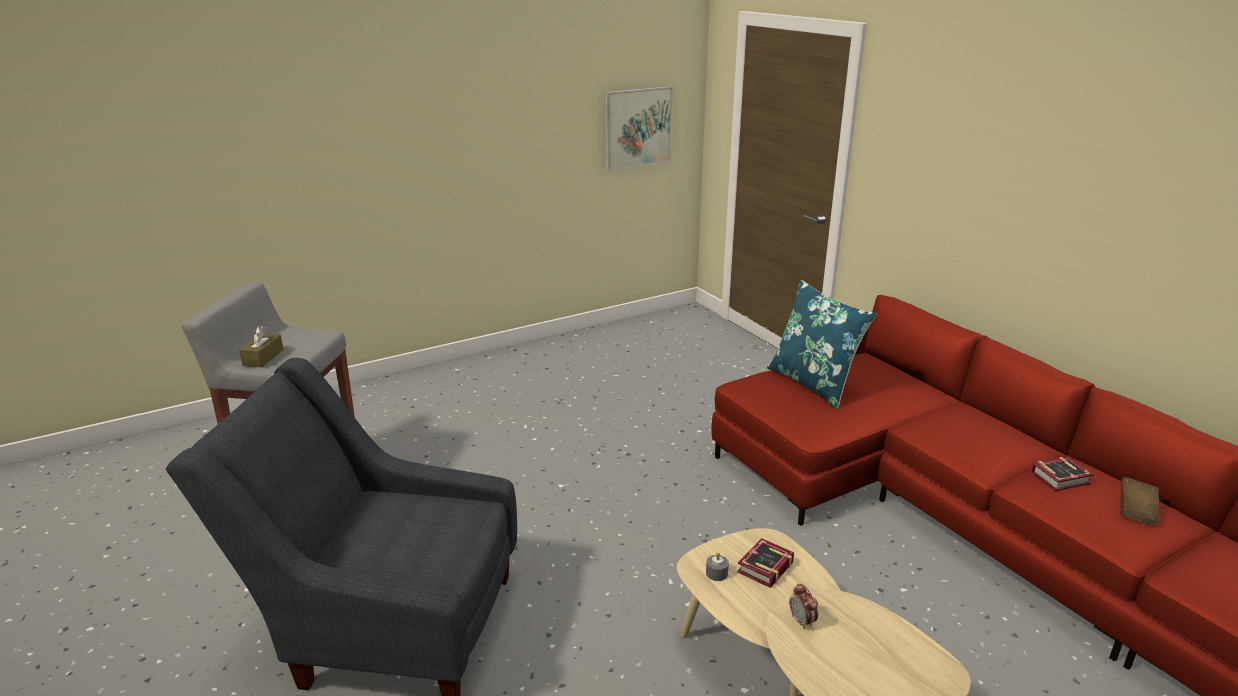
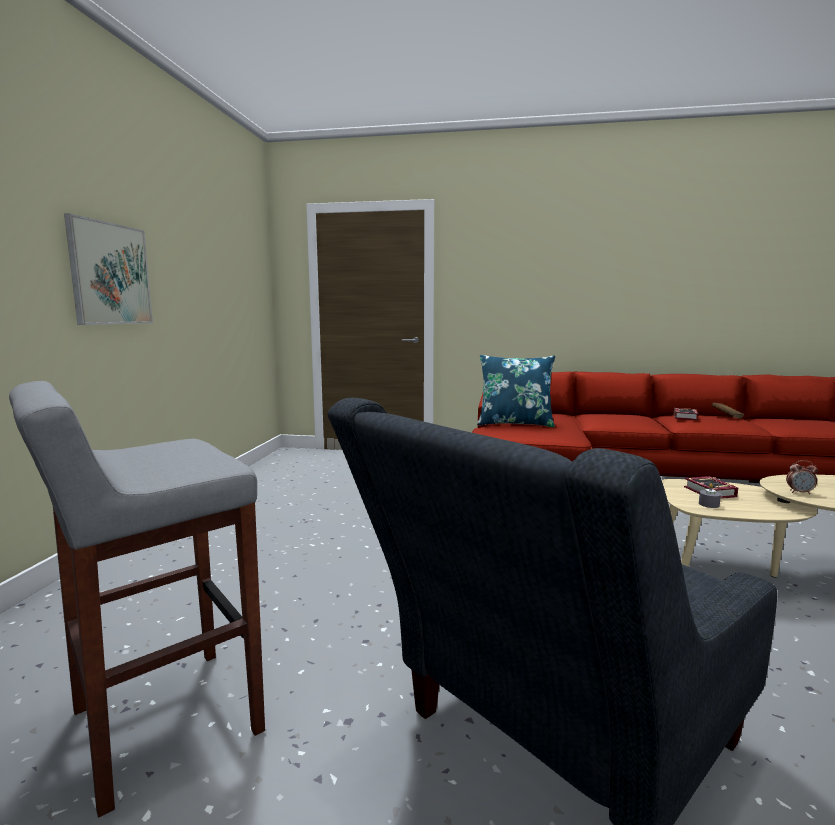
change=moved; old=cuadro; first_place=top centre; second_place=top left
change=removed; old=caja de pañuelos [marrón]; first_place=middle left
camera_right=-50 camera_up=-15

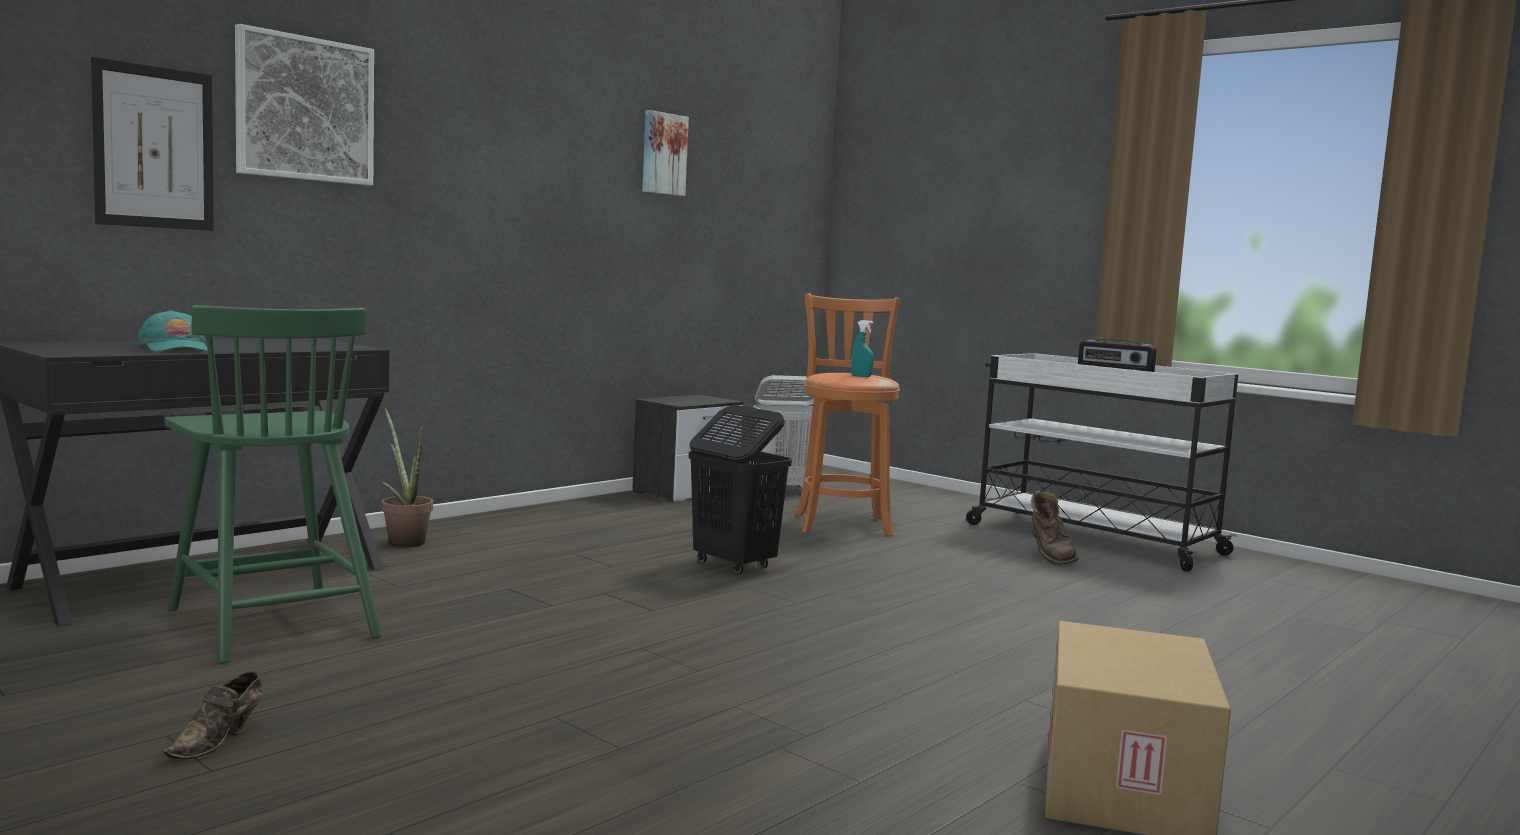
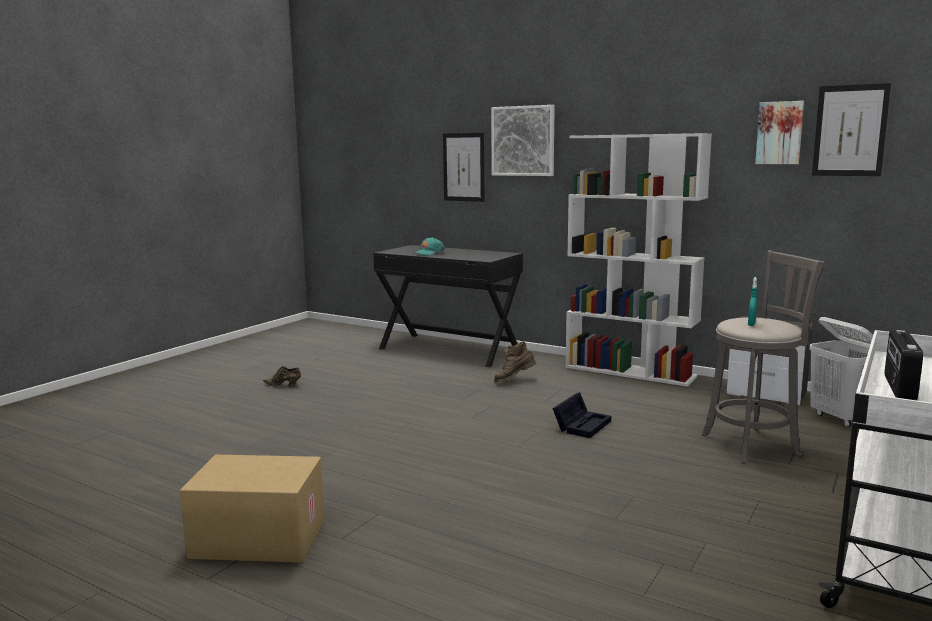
change=moved; old=bota [marrón]; first_place=middle right; second_place=centre
change=replaced; old=cesto de la ropa [negro]; new=caja de almacenaje [negro]; first_place=centre; second_place=bottom centre
change=added; new=estantería [blanco]; second_place=middle right
change=recoloured; old=taburete [naranja]; new=taburete [gris]; first_place=centre; second_place=middle right
change=added; new=cuadro (4th from left); second_place=top right
change=removed; old=silla [verde]; first_place=middle left
change=removed; old=planta en maceta; first_place=middle left
camera_right=80 camera_up=5

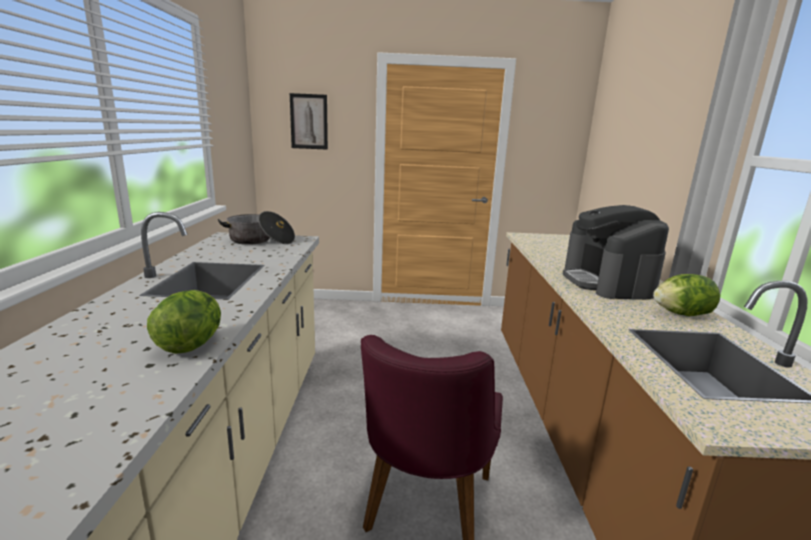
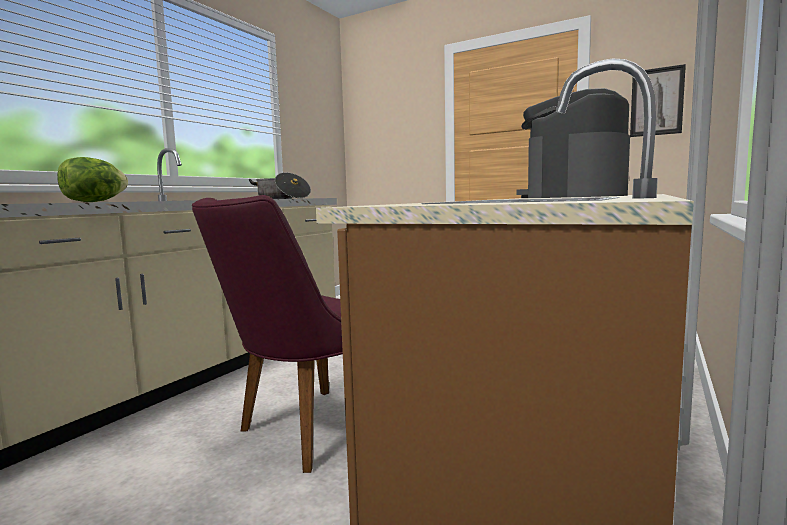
change=moved; old=cuadro; first_place=top centre; second_place=top right
change=removed; old=lechuga (2nd from left); first_place=middle right
camera_right=30 camera_up=-10

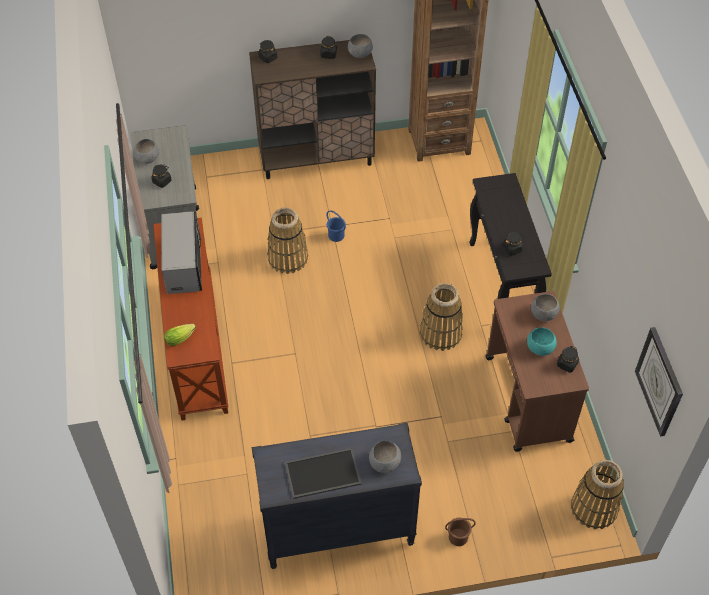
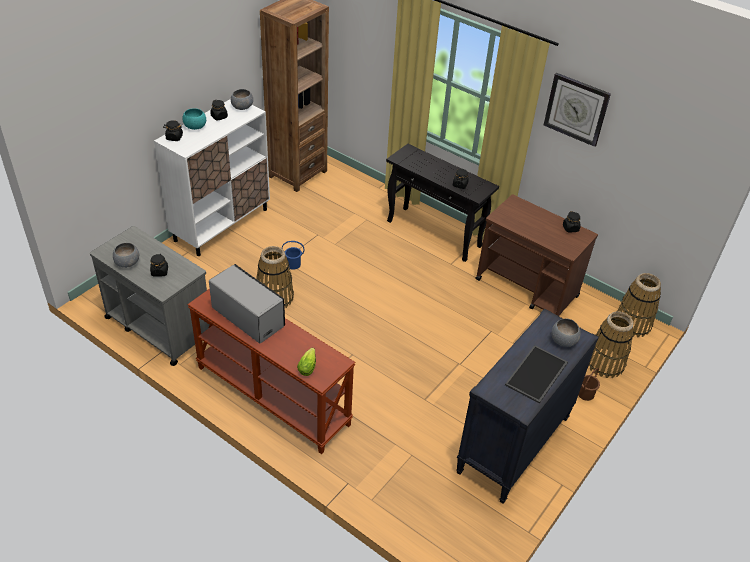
change=recoloured; old=armario [marrón]; new=armario [blanco]; first_place=top centre; second_place=top left
change=moved; old=cuenco [turquesa]; first_place=middle right; second_place=top left
change=moved; old=reloj de pared; first_place=middle right; second_place=top right
change=moved; old=cesta (2nd from left); first_place=centre; second_place=middle right
change=removed; old=cuenco [gris] (4th from left); first_place=middle right
camera_right=-45 camera_up=-10

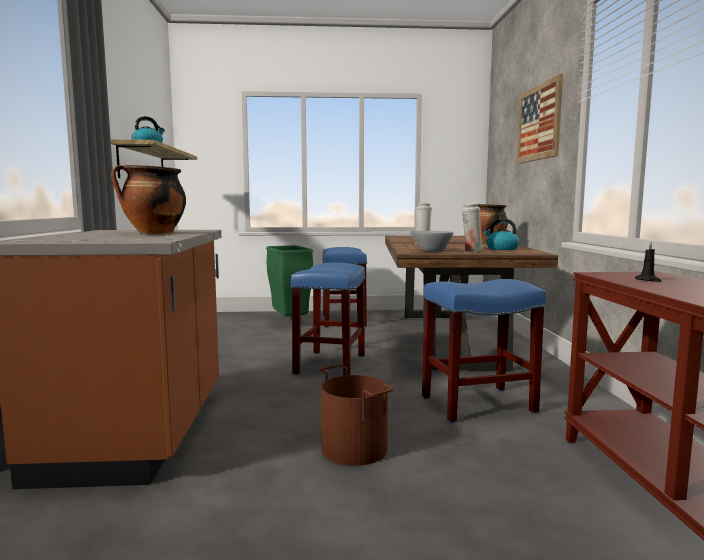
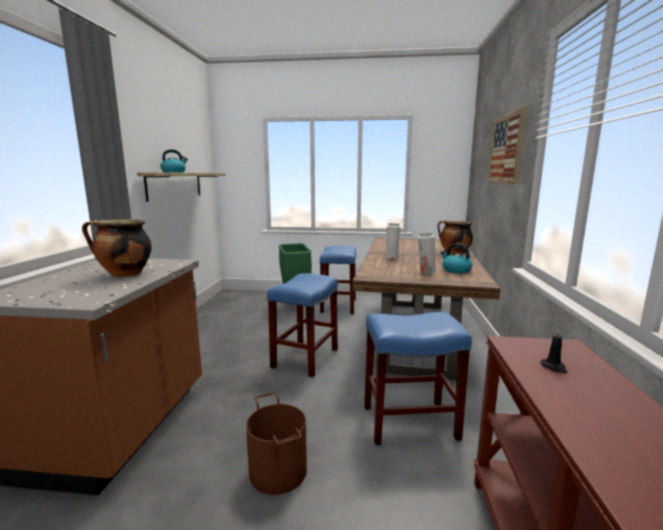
change=removed; old=cuenco [gris]; first_place=centre
camera_right=10 camera_up=5

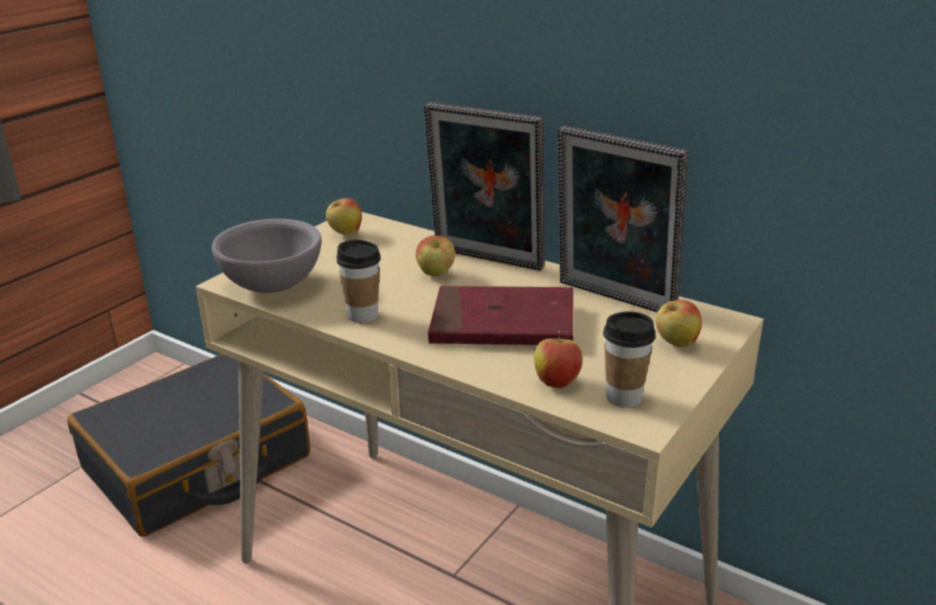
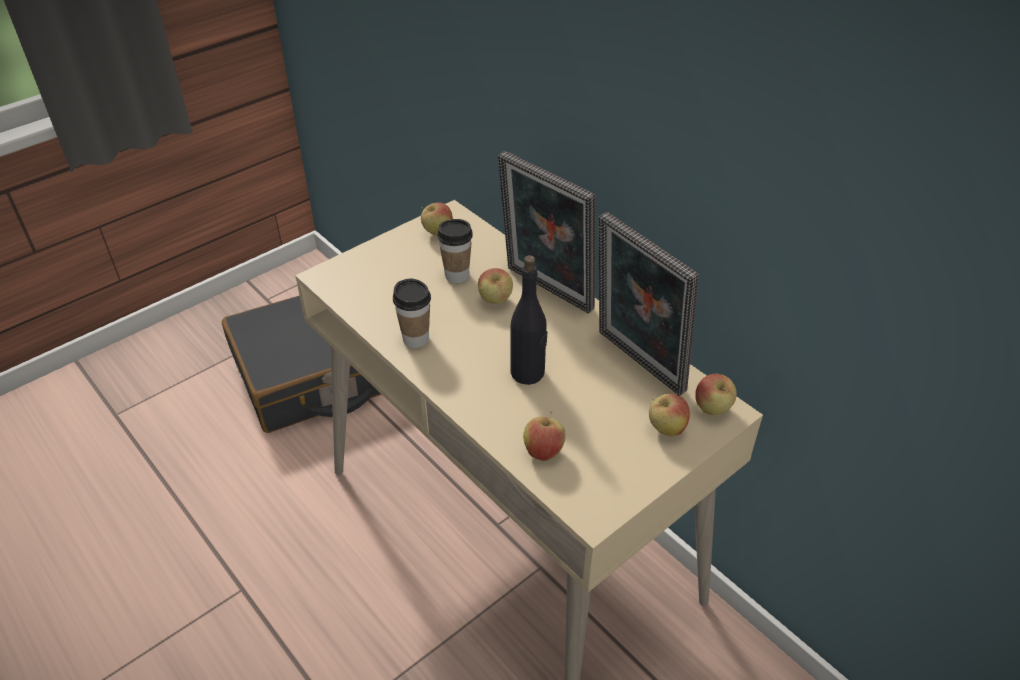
change=moved; old=taza (2nd from left); first_place=middle right; second_place=centre
change=replaced; old=libro [rojo]; new=botella [negro]; first_place=centre; second_place=centre
change=added; new=manzana (5th from left); second_place=middle right
change=removed; old=cuenco [gris]; first_place=middle left
camera_right=15 camera_up=15

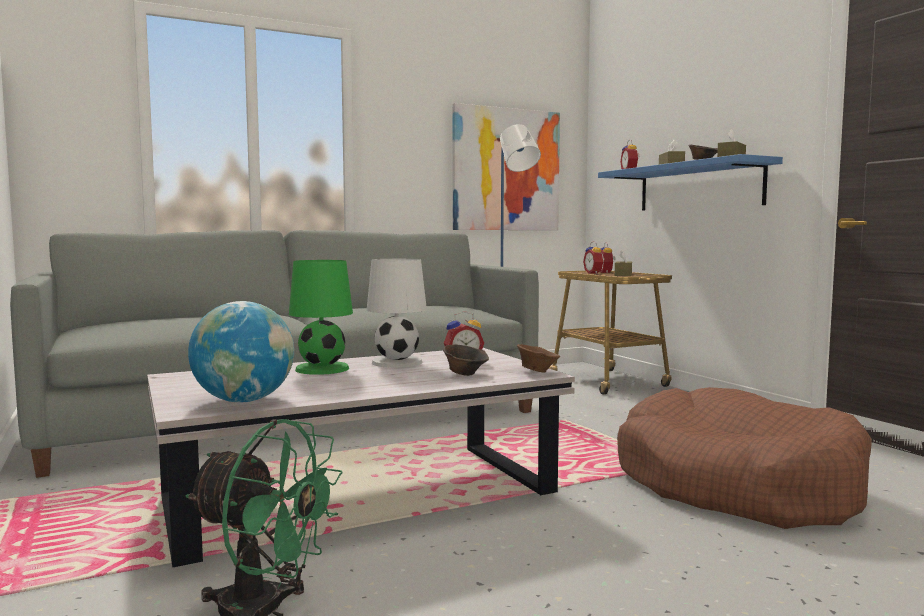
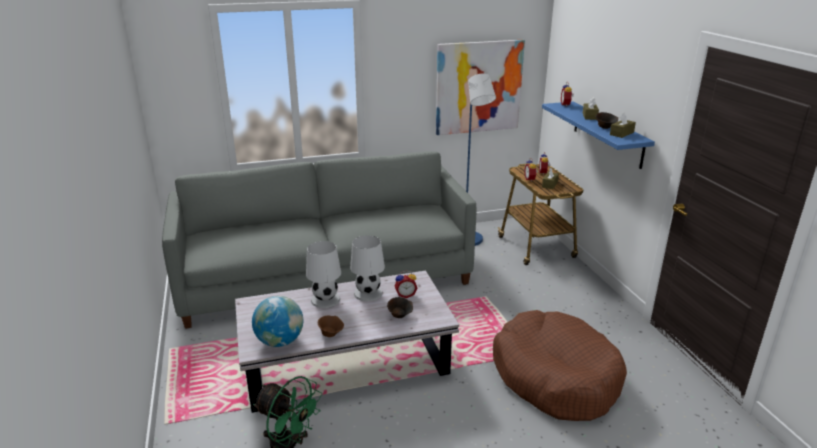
change=recoloured; old=lámpara de mesa [verde]; new=lámpara de mesa [blanco] (1st from left); first_place=centre; second_place=centre
change=moved; old=cuenco [marrón] (2nd from left in the first image); new=cuenco [marrón] (1st from left); first_place=centre; second_place=bottom centre
camera_right=10 camera_up=20

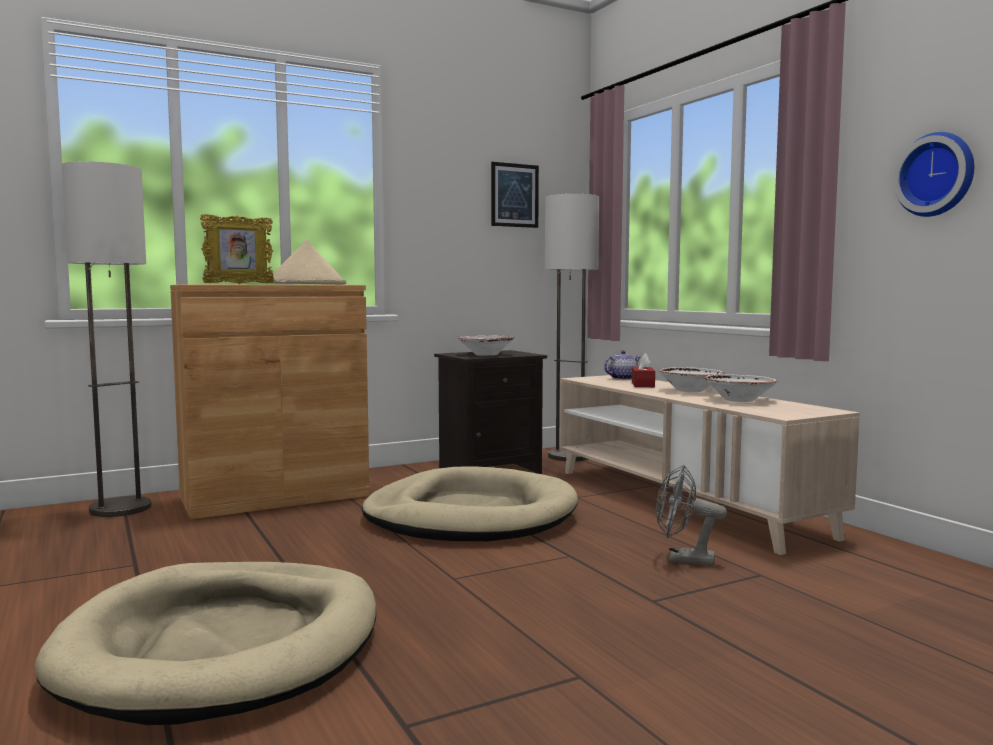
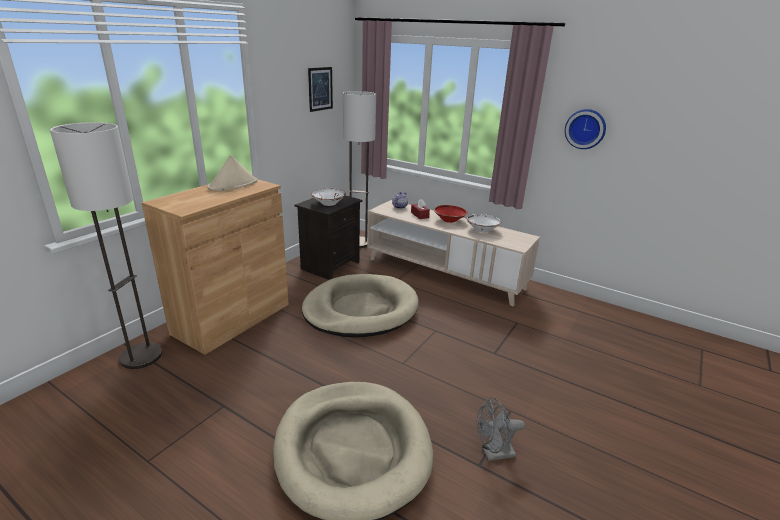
change=recoloured; old=cuenco [blanco] (2nd from left); new=cuenco [rojo]; first_place=middle right; second_place=centre
change=moved; old=ventilador [gris]; first_place=bottom right; second_place=bottom centre
change=removed; old=portarretratos; first_place=middle left
camera_right=-30 camera_up=20

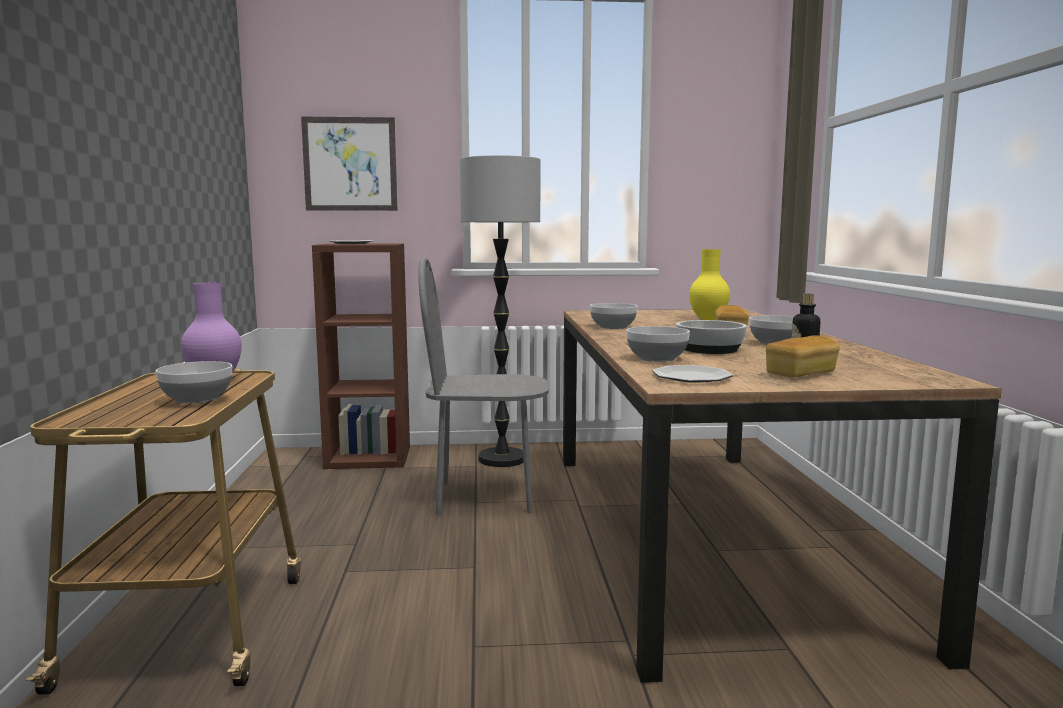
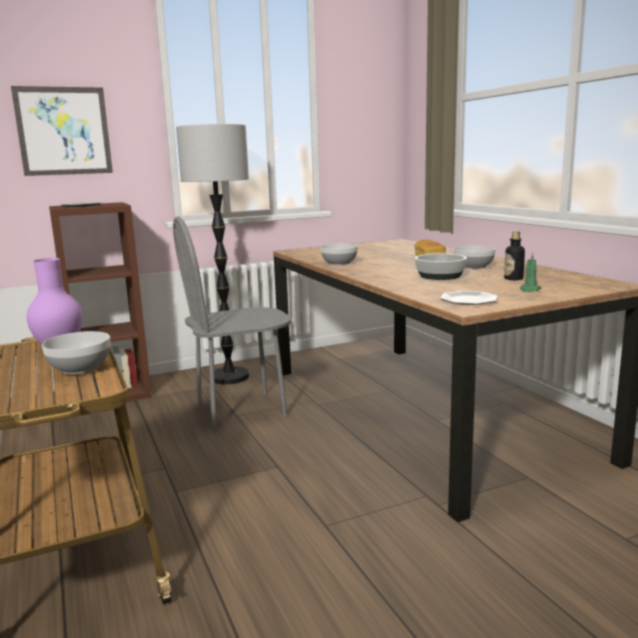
change=replaced; old=pan (2nd from left); new=vela [verde]; first_place=middle right; second_place=middle right
change=removed; old=cuenco (3rd from left); first_place=centre
change=removed; old=florero [amarillo]; first_place=middle right
camera_right=-20 camera_up=5

